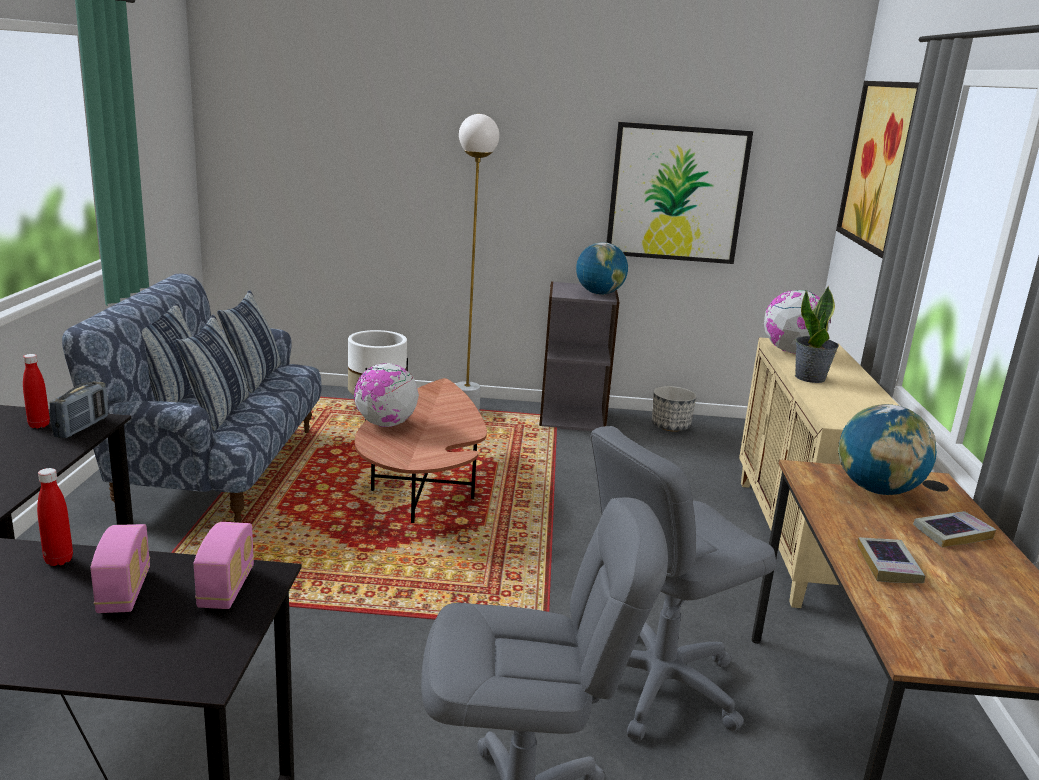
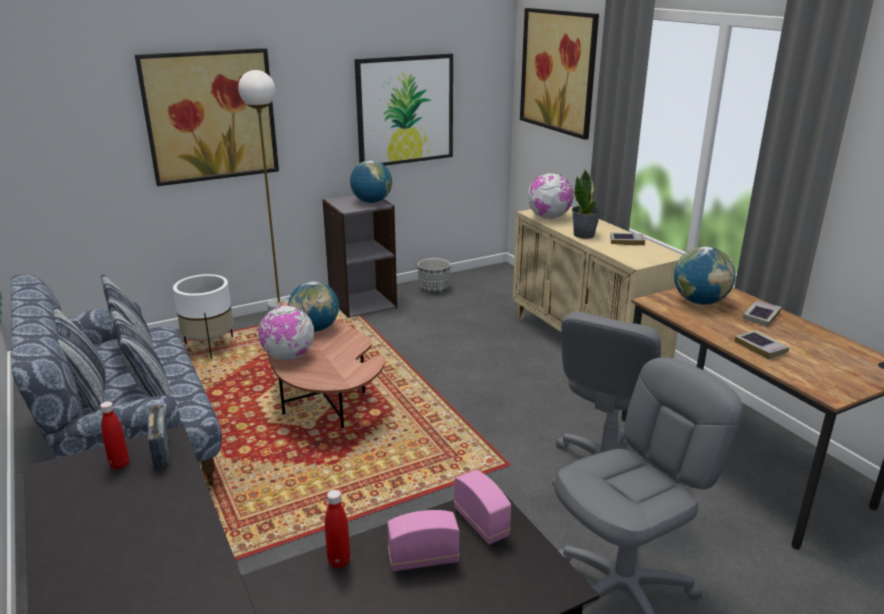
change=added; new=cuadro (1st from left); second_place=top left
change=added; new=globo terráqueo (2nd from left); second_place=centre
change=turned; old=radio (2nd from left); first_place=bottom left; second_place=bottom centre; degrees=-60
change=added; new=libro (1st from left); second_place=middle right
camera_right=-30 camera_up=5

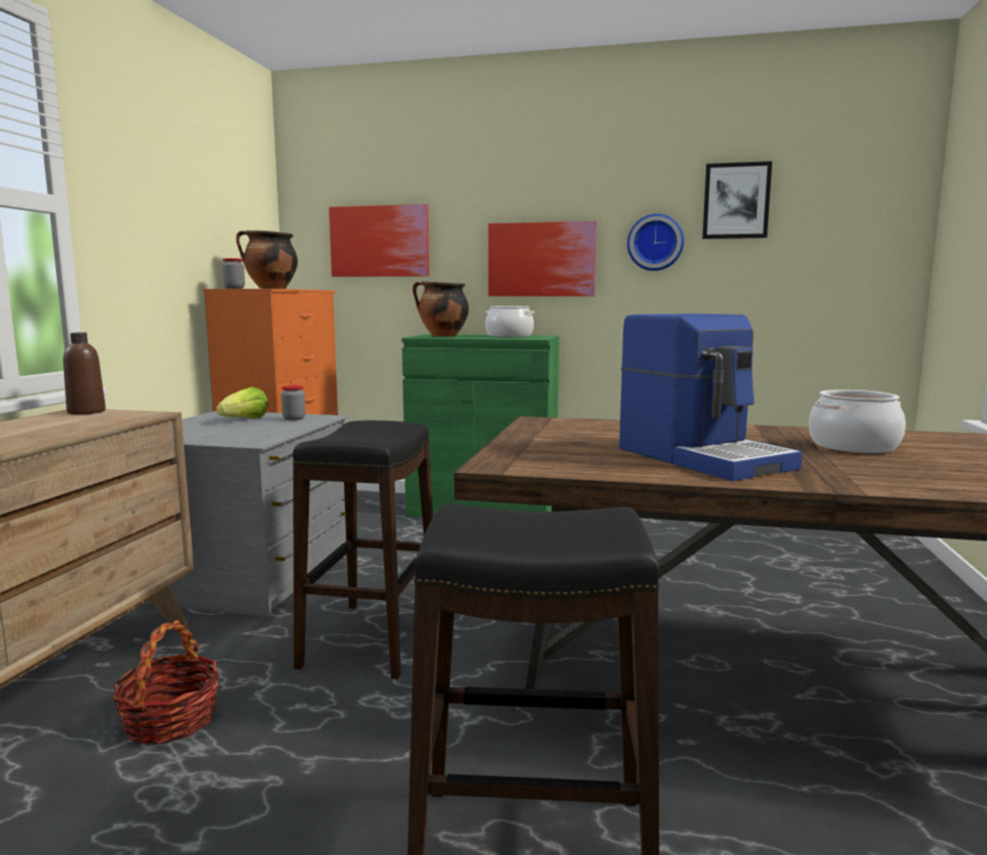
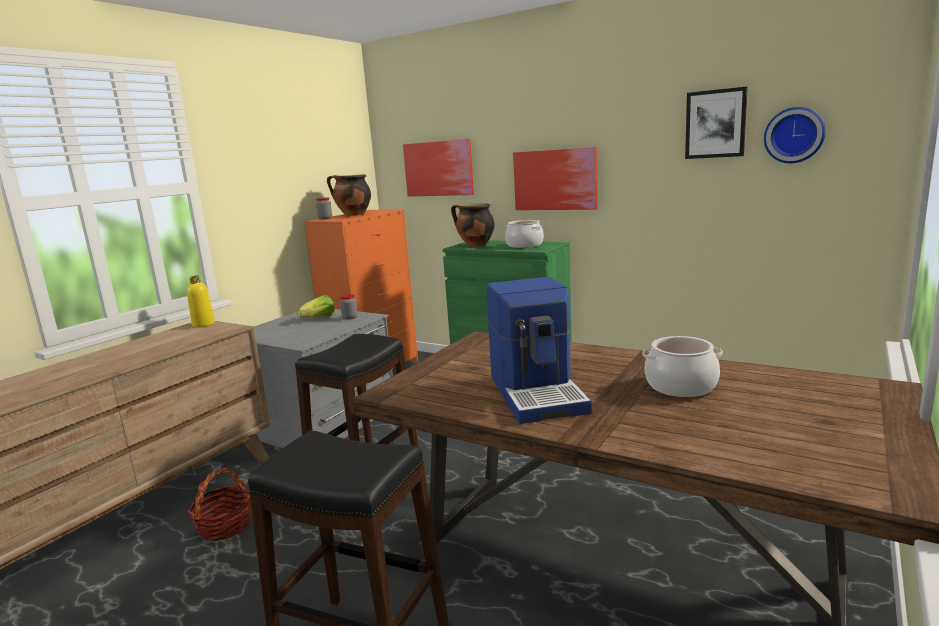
change=recoloured; old=botella [marrón]; new=botella [amarillo]; first_place=middle left; second_place=middle left
change=moved; old=reloj de pared; first_place=top centre; second_place=top right
camera_right=20 camera_up=5

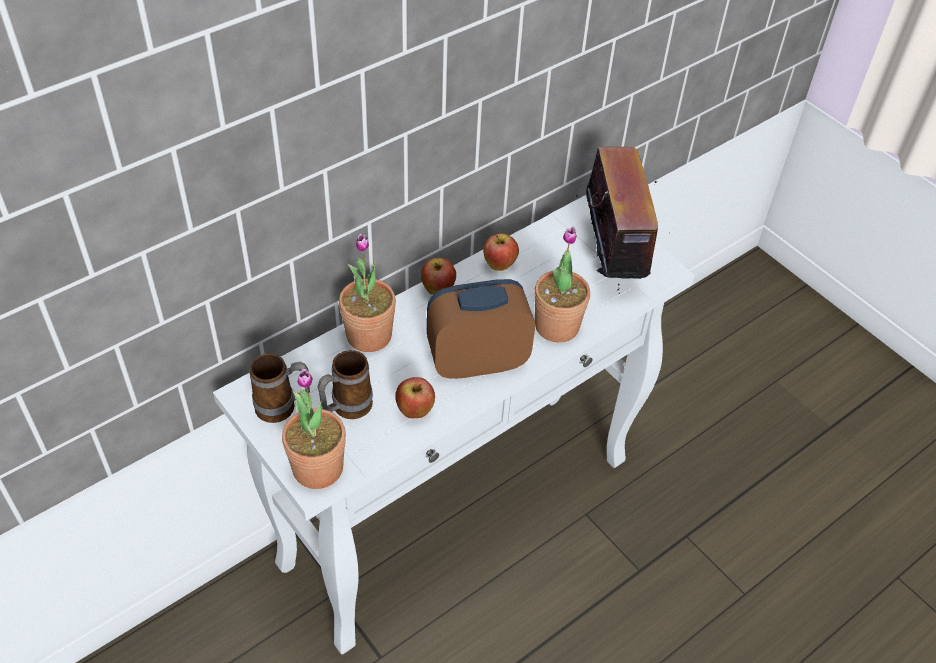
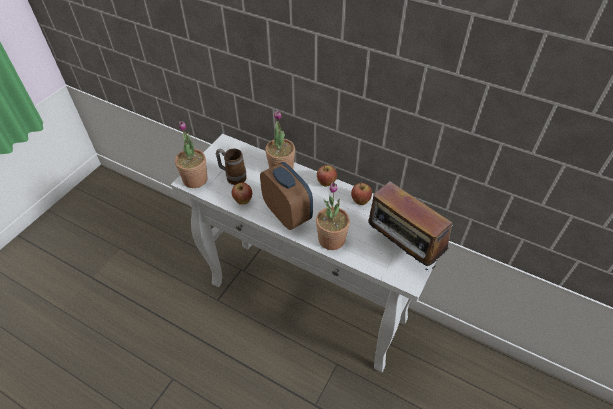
change=turned; old=radio; first_place=top centre; second_place=middle right; degrees=75
change=removed; old=taza grande (1st from left); first_place=middle left
camera_right=70 camera_up=0

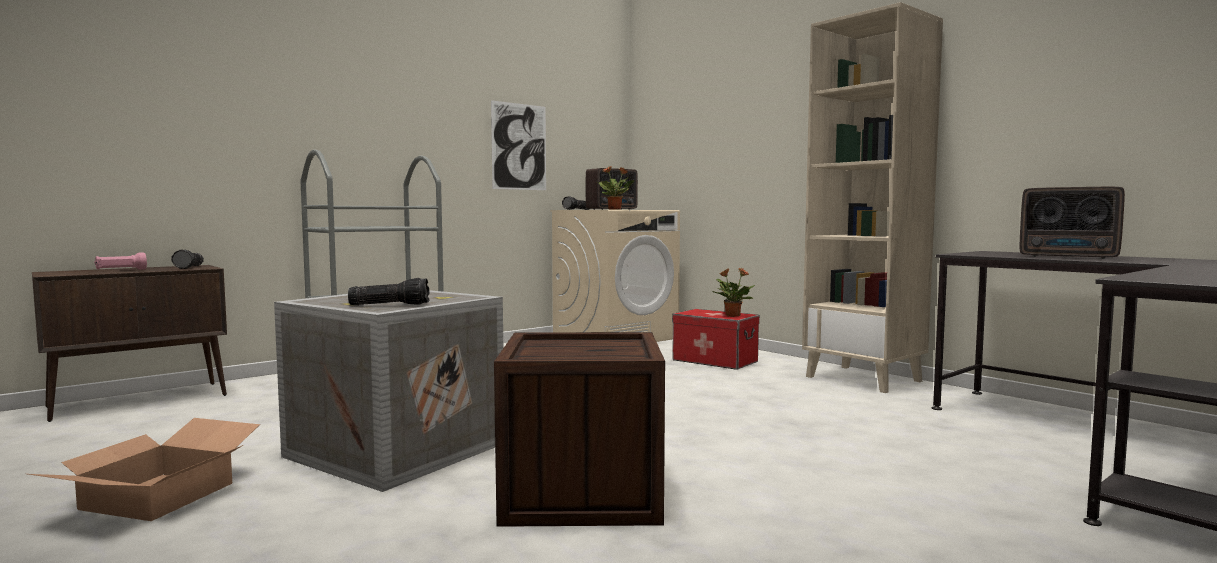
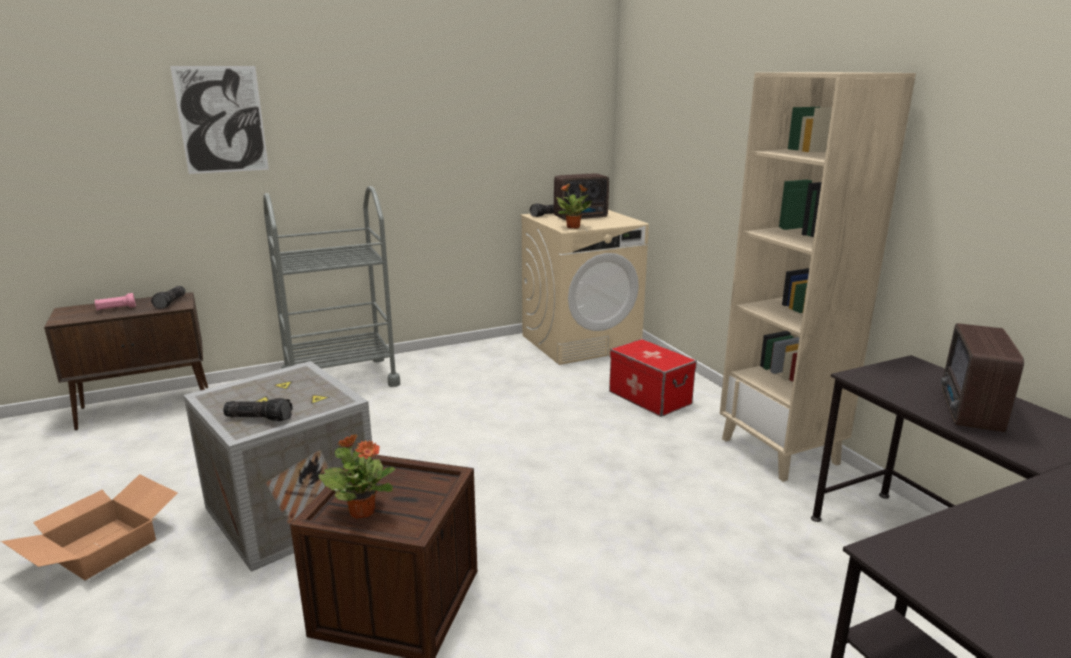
change=moved; old=cuadro; first_place=top centre; second_place=top left
change=moved; old=planta en maceta (2nd from left in the first image); new=planta en maceta (1st from left); first_place=centre; second_place=bottom left
change=turned; old=radio (2nd from left); first_place=middle right; second_place=middle right; degrees=60
camera_right=15 camera_up=15

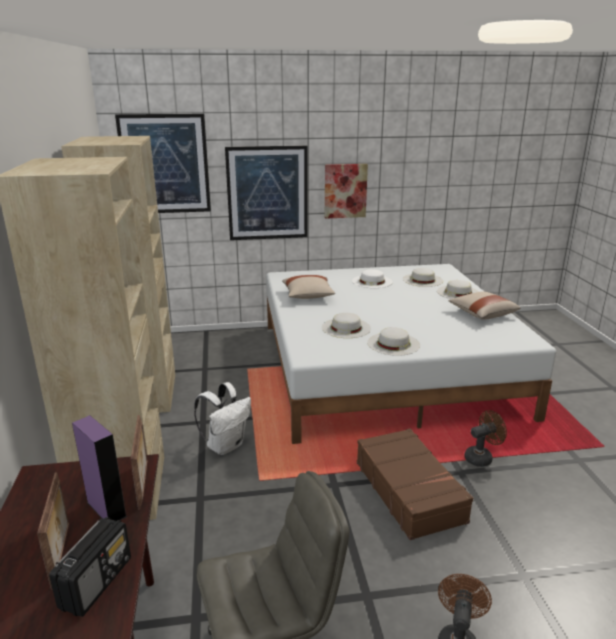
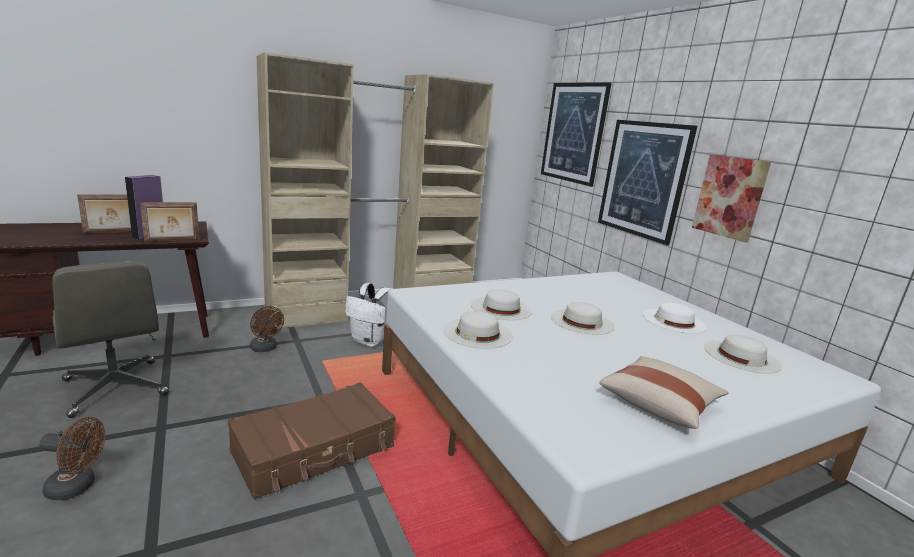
change=moved; old=ventilador [marrón] (2nd from left); first_place=bottom right; second_place=middle left
change=moved; old=sombrero [blanco] (5th from left in the first image); new=sombrero [blanco] (3rd from left); first_place=middle right; second_place=centre
change=removed; old=radio; first_place=bottom left
change=removed; old=cojín [beis] (1st from left); first_place=centre
camera_right=70 camera_up=-5

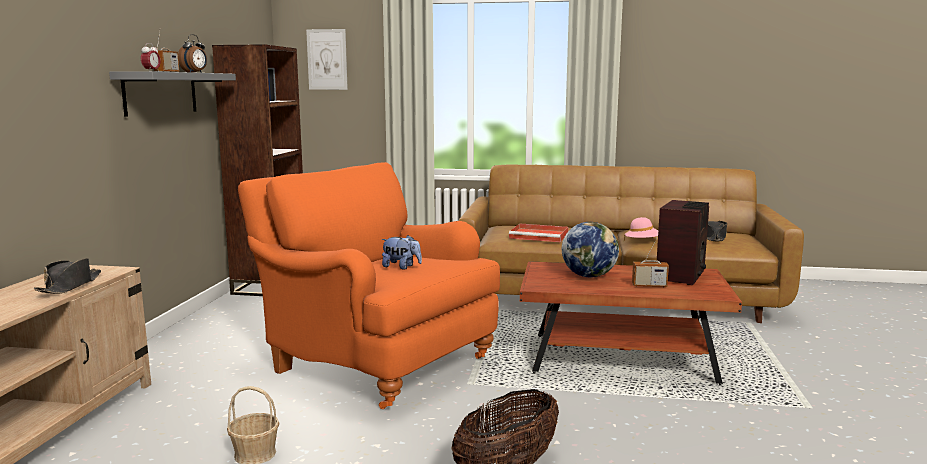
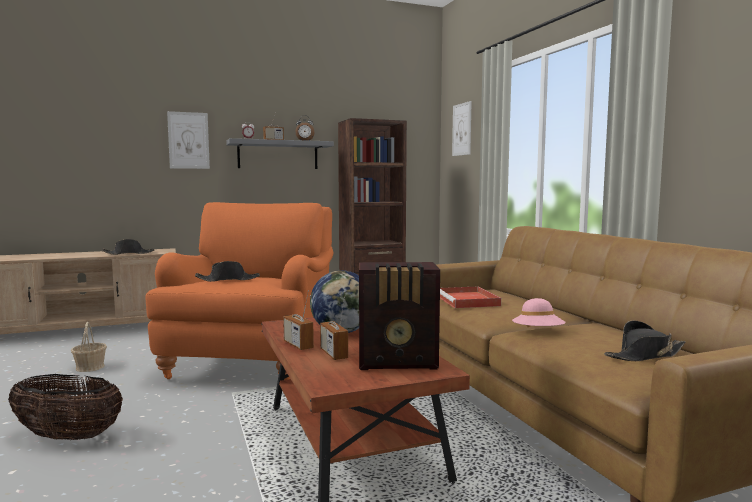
change=added; new=cuadro (1st from left); second_place=top left
change=replaced; old=peluche; new=sombrero [negro] (2nd from left); first_place=centre; second_place=middle left
change=added; new=radio (2nd from left); second_place=centre
camera_right=60 camera_up=-5

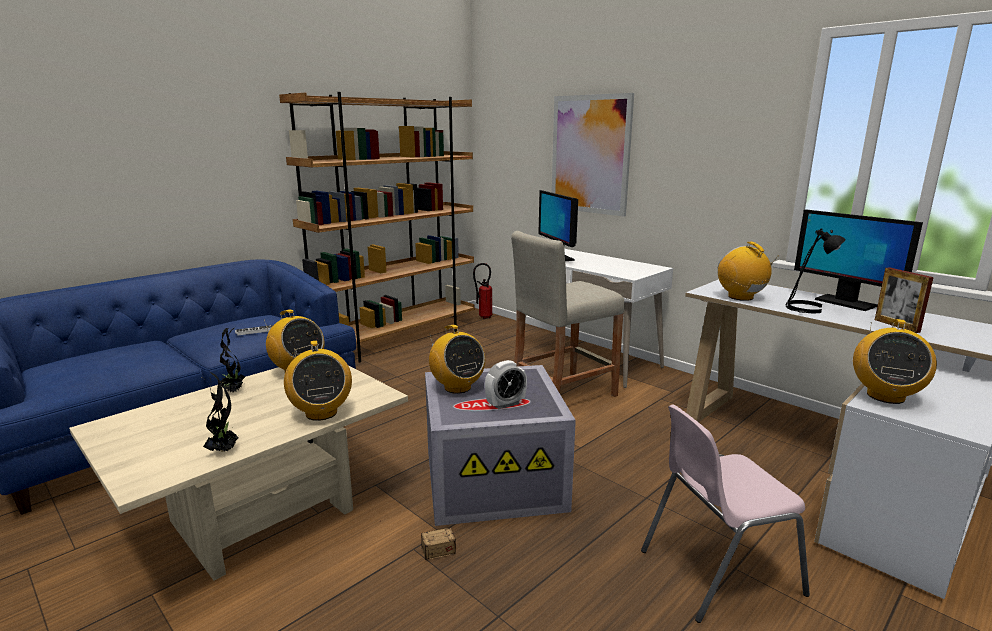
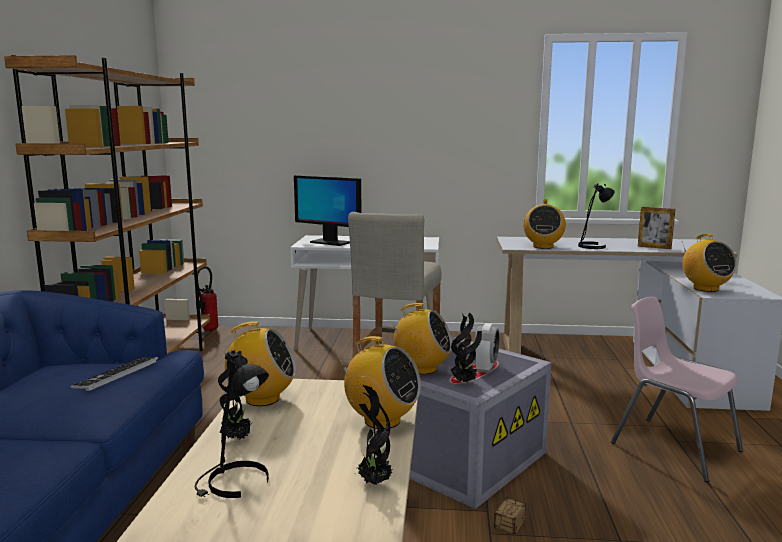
change=added; new=lámpara de mesa [negro] (1st from left); second_place=bottom left
change=added; new=planta en maceta (3rd from left); second_place=centre
change=turned; old=radio (4th from left); first_place=middle right; second_place=middle right; degrees=-105
change=turned; old=silla [rosa]; first_place=bottom right; second_place=bottom right; degrees=105
change=removed; old=cuadro; first_place=top centre
change=removed; old=monitor (2nd from left); first_place=middle right
camera_right=-40 camera_up=-5

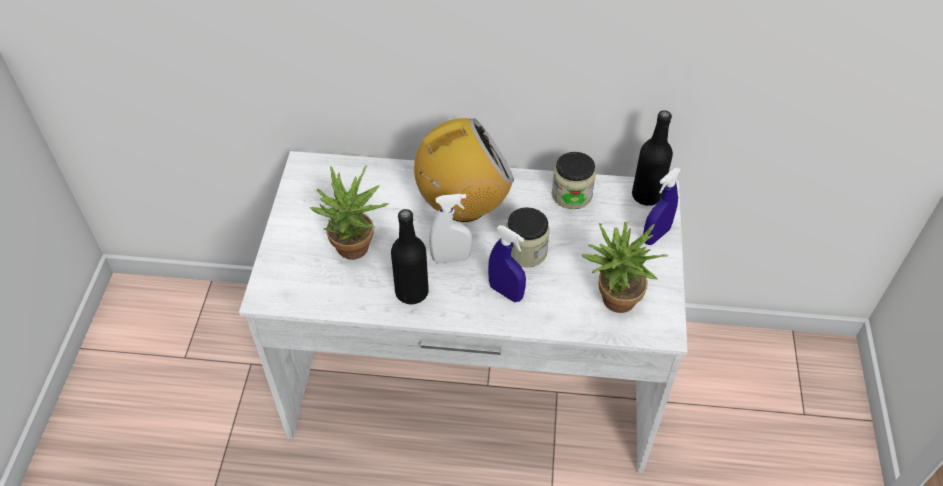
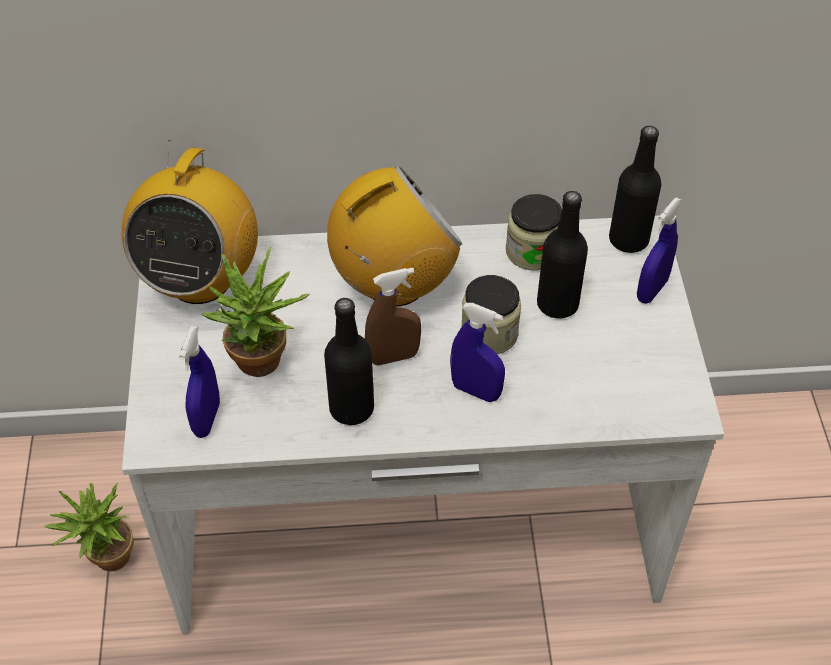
change=moved; old=planta en maceta (2nd from left in the first image); new=planta en maceta (1st from left); first_place=centre; second_place=bottom left
change=added; new=radio (1st from left); second_place=middle left
change=added; new=pulverizador [azul] (1st from left); second_place=middle left
change=recoloured; old=pulverizador [blanco]; new=pulverizador [marrón]; first_place=centre; second_place=centre
change=added; new=botella [negro] (2nd from left); second_place=middle right
camera_right=-10 camera_up=0

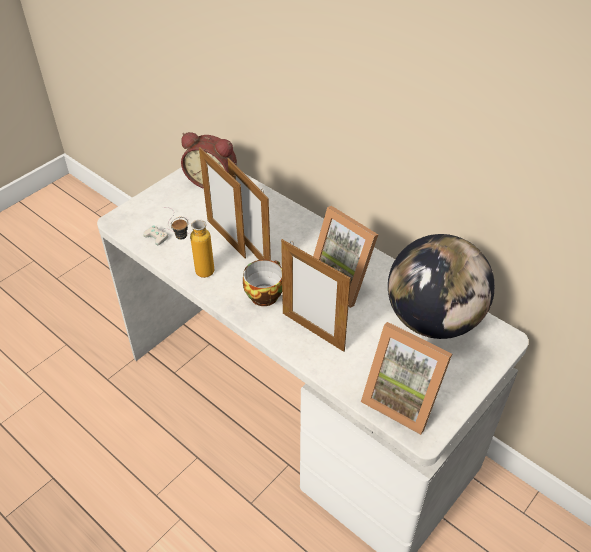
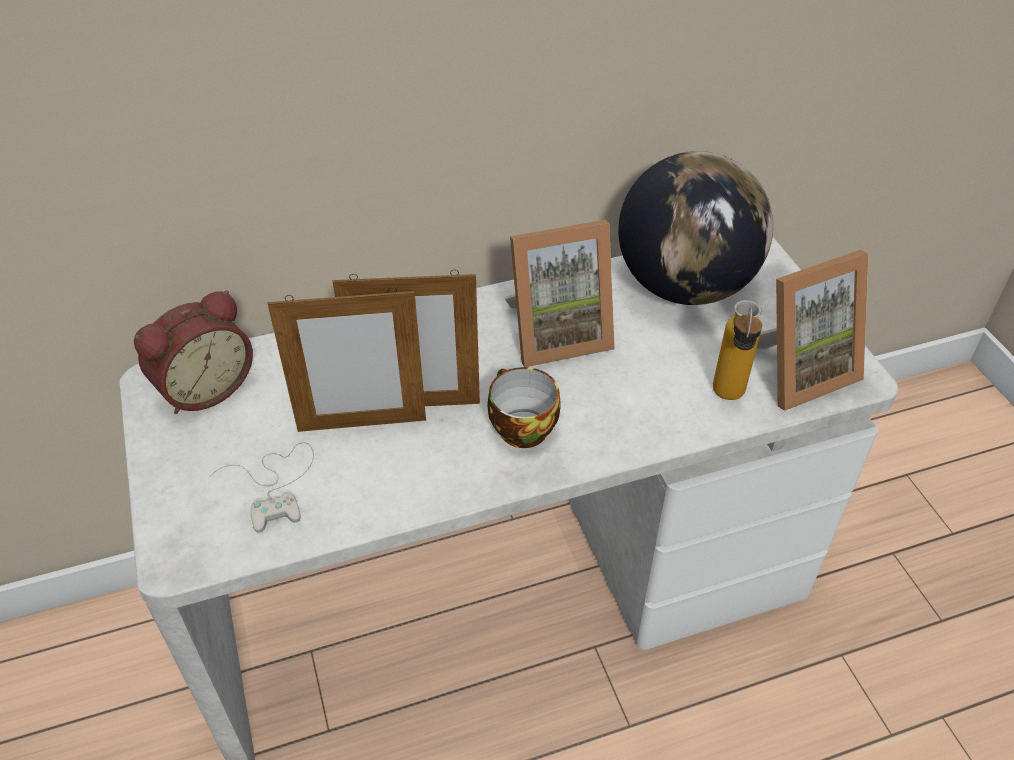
change=moved; old=botella; first_place=middle left; second_place=middle right
change=removed; old=portarretratos (3rd from left); first_place=centre
camera_right=-60 camera_up=0

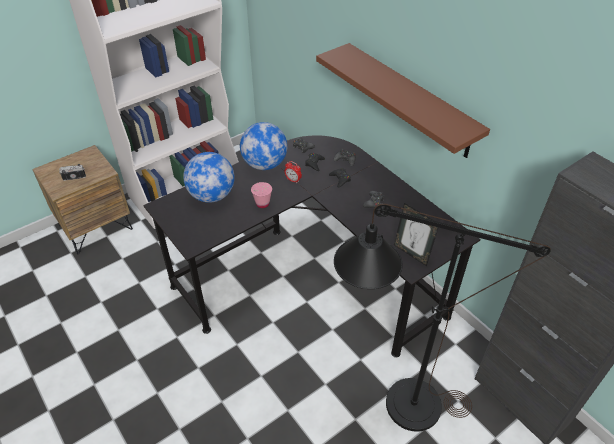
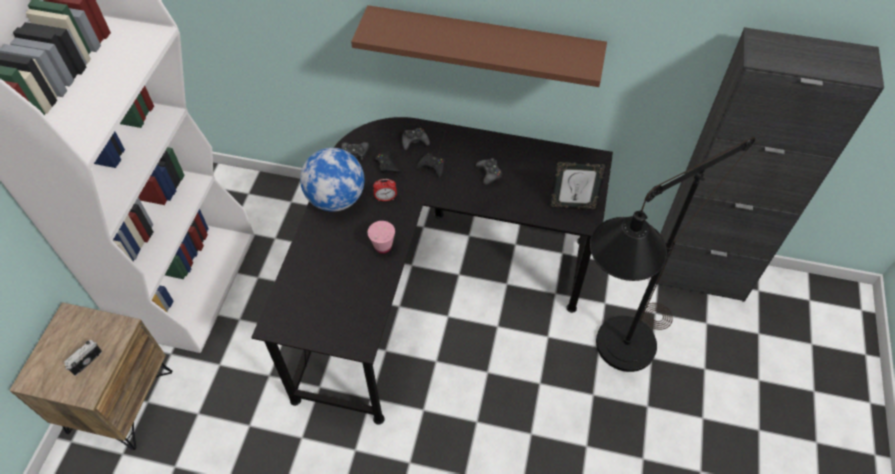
change=removed; old=globo terráqueo (1st from left); first_place=centre
camera_right=-40 camera_up=10

